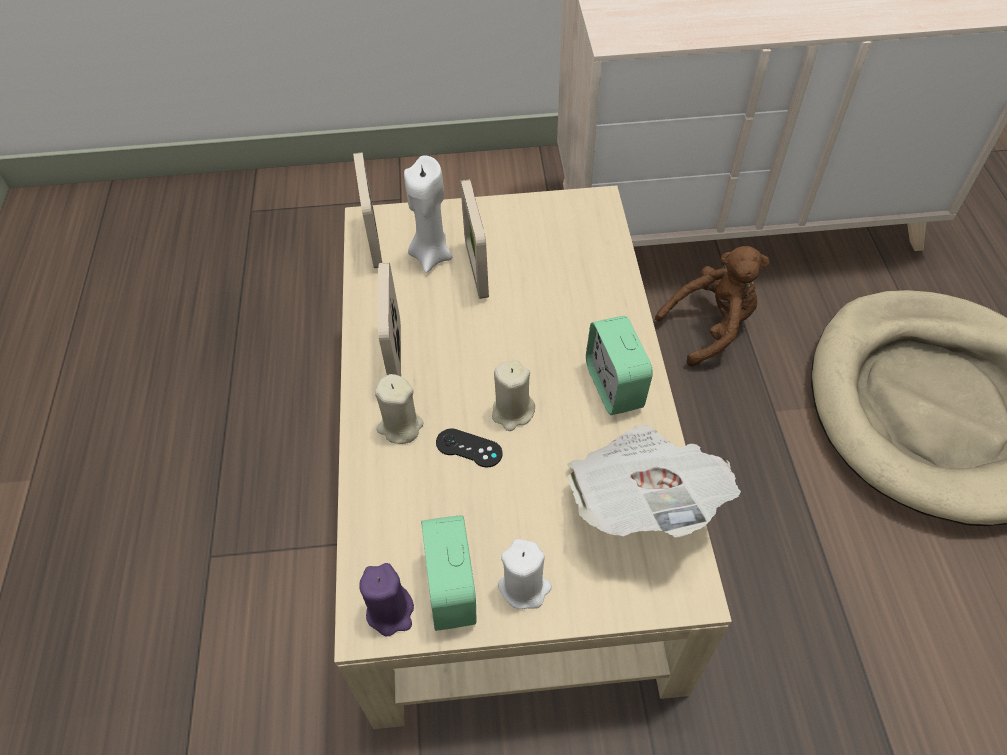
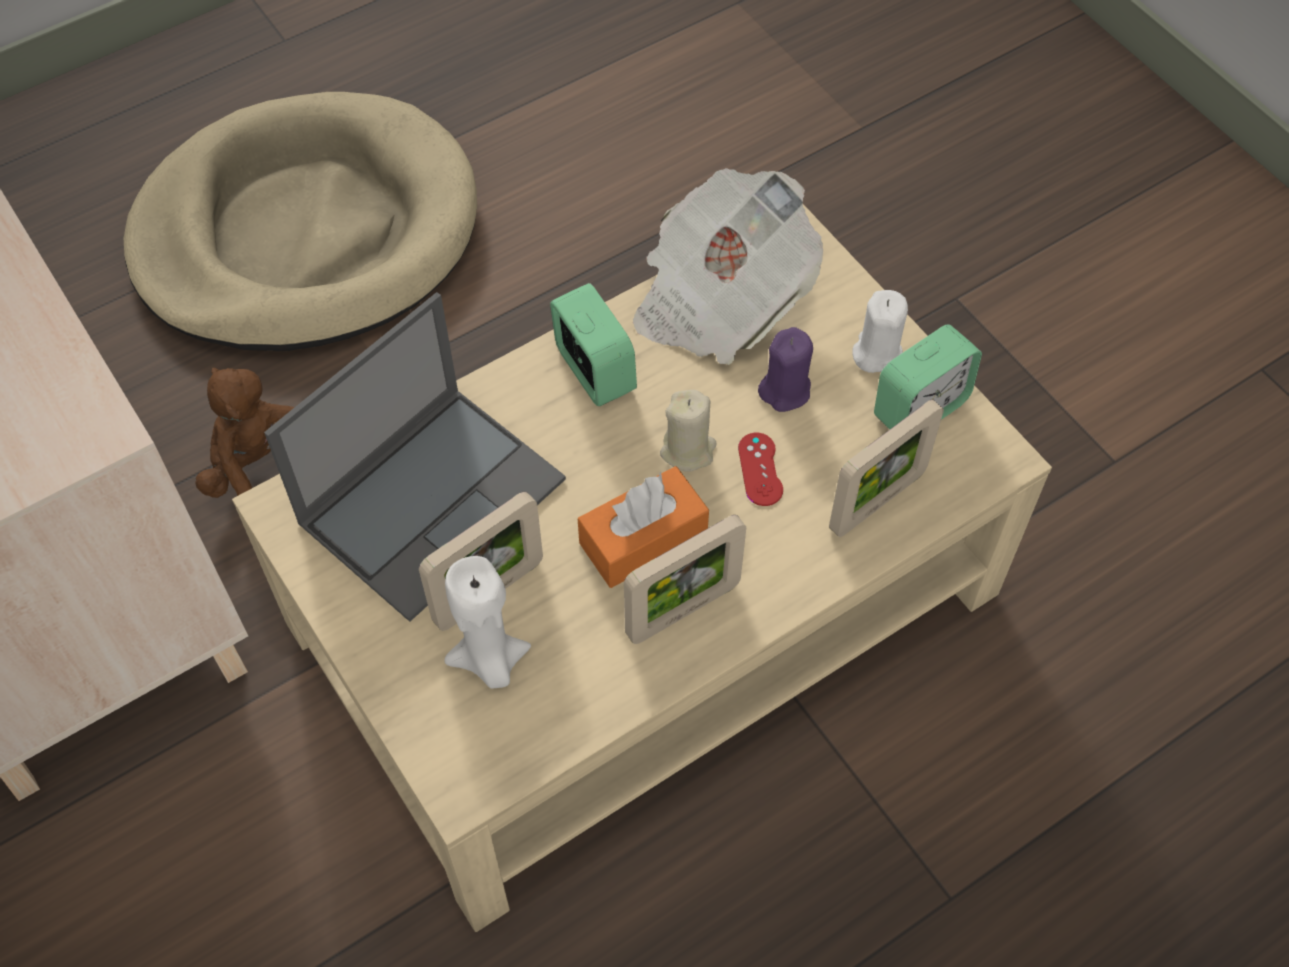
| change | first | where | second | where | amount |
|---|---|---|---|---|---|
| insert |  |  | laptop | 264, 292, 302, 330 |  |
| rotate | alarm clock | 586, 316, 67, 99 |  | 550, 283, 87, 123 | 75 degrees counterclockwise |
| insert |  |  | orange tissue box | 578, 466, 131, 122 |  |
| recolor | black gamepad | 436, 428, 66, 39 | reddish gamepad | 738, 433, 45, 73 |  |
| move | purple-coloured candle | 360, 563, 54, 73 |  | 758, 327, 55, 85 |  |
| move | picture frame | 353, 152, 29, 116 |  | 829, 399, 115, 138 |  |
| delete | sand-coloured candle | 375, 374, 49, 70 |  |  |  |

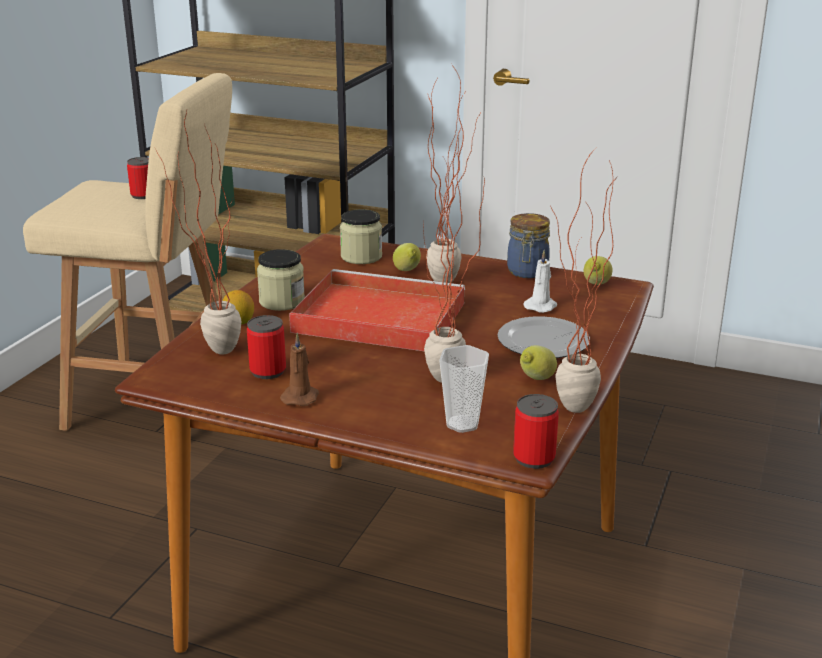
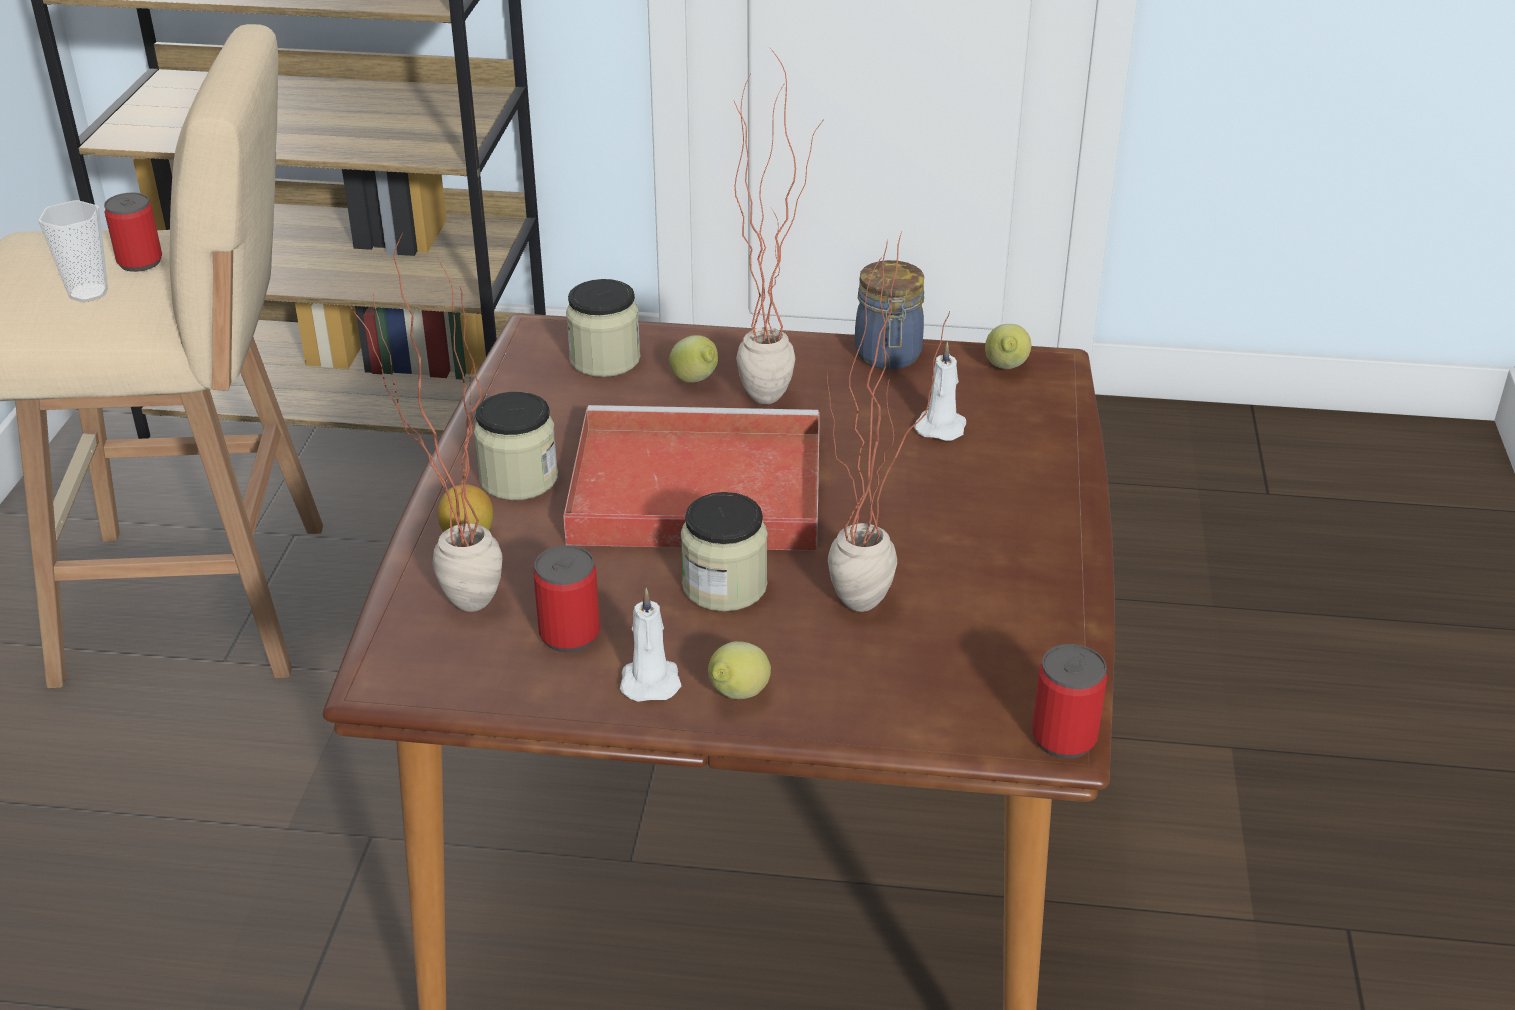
| change | first | where | second | where | amount |
|---|---|---|---|---|---|
| move | cup | 439, 345, 50, 88 |  | 38, 200, 70, 102 |  |
| recolor | brown-coloured candle | 280, 333, 39, 73 | whitish candle | 620, 588, 61, 114 |  |
| insert |  |  | jar | 681, 492, 87, 120 |  |
| move | citrus fruit | 520, 345, 37, 35 |  | 708, 641, 63, 58 |  |
| delete | dinner plate | 497, 316, 93, 42 |  |  |  |
| delete | potted plant | 551, 147, 68, 266 |  |  |  |

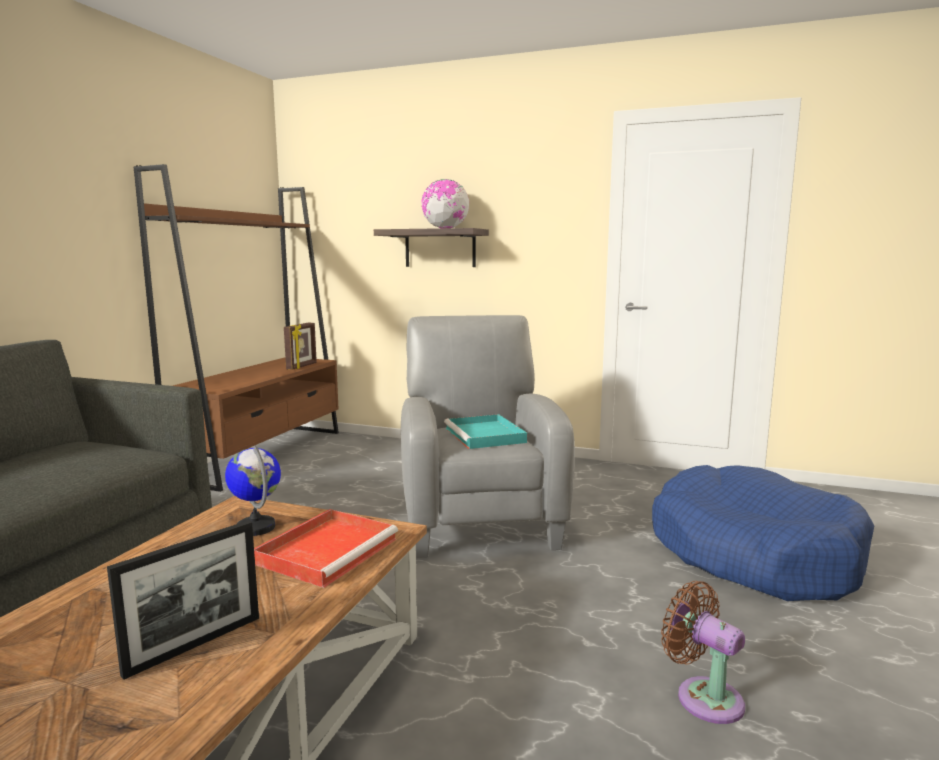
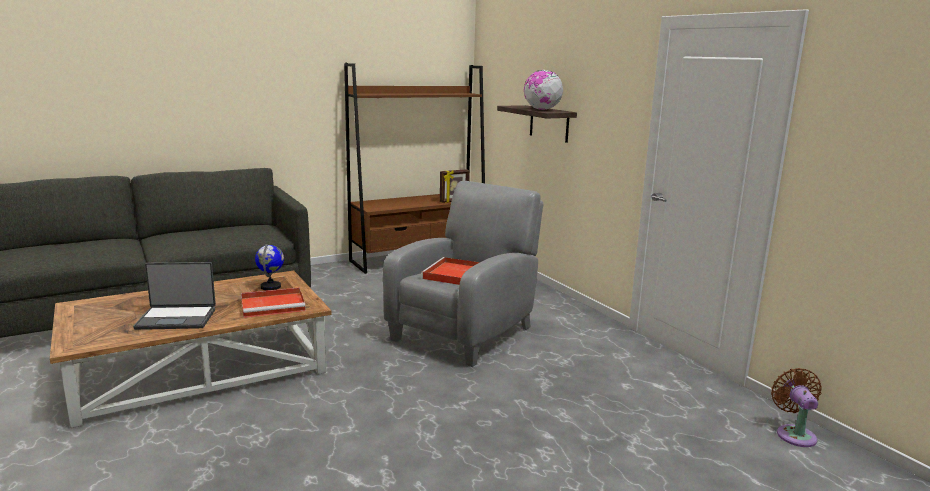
| change | first | where | second | where | amount |
|---|---|---|---|---|---|
| replace | picture frame | 107, 521, 152, 159 | laptop | 133, 262, 83, 68 |  |
| recolor | blue-green serving tray | 444, 414, 83, 35 | reddish serving tray | 421, 257, 59, 28 |  |
| move | brown-coloured cooling fan | 661, 581, 84, 143 |  | 771, 368, 51, 79 |  |
| delete | blue-coloured pet bed | 652, 465, 222, 136 |  |  |  |

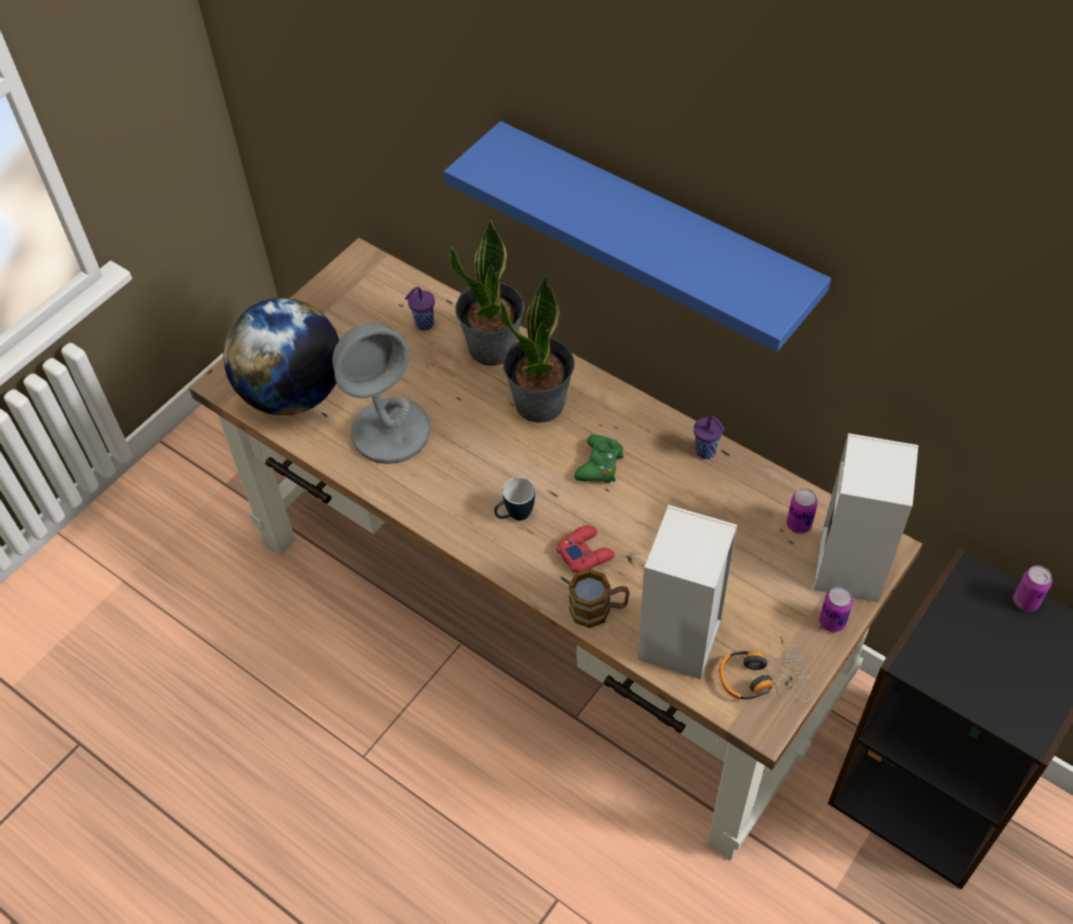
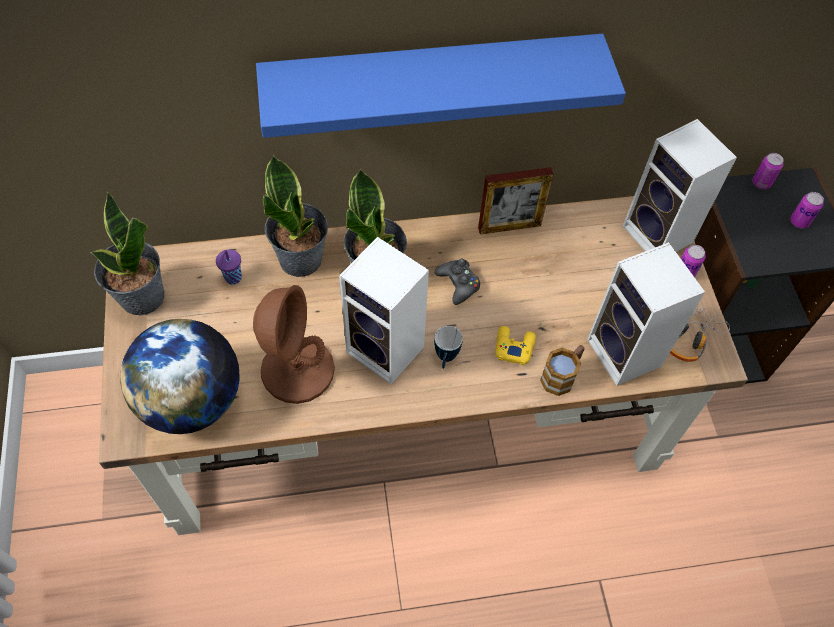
| change | first | where | second | where | amount |
|---|---|---|---|---|---|
| insert |  |  | potted plant | 91, 192, 74, 123 |  |
| recolor | greyish tabletop lamp | 332, 324, 99, 140 | brown-coloured tabletop lamp | 253, 285, 82, 119 |  |
| insert |  |  | audio speaker | 339, 237, 90, 148 |  |
| recolor | green-coloured gamepad | 574, 435, 50, 48 | black gamepad | 434, 258, 46, 47 |  |
| replace | purple-coloured cup | 694, 416, 31, 43 | picture frame | 478, 167, 76, 67 |  |
| recolor | reddish gamepad | 556, 525, 59, 48 | yellow gamepad | 495, 326, 41, 39 |  |
| move | sealed can | 787, 489, 31, 45 |  | 790, 192, 34, 37 |  |

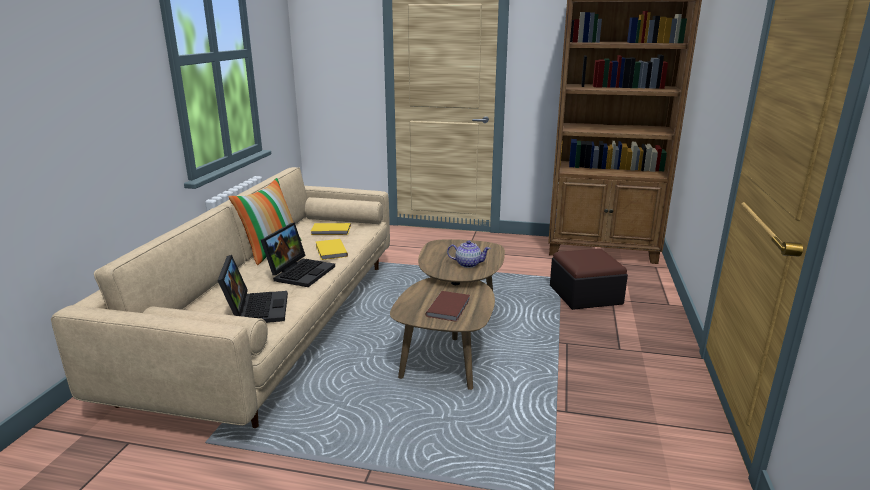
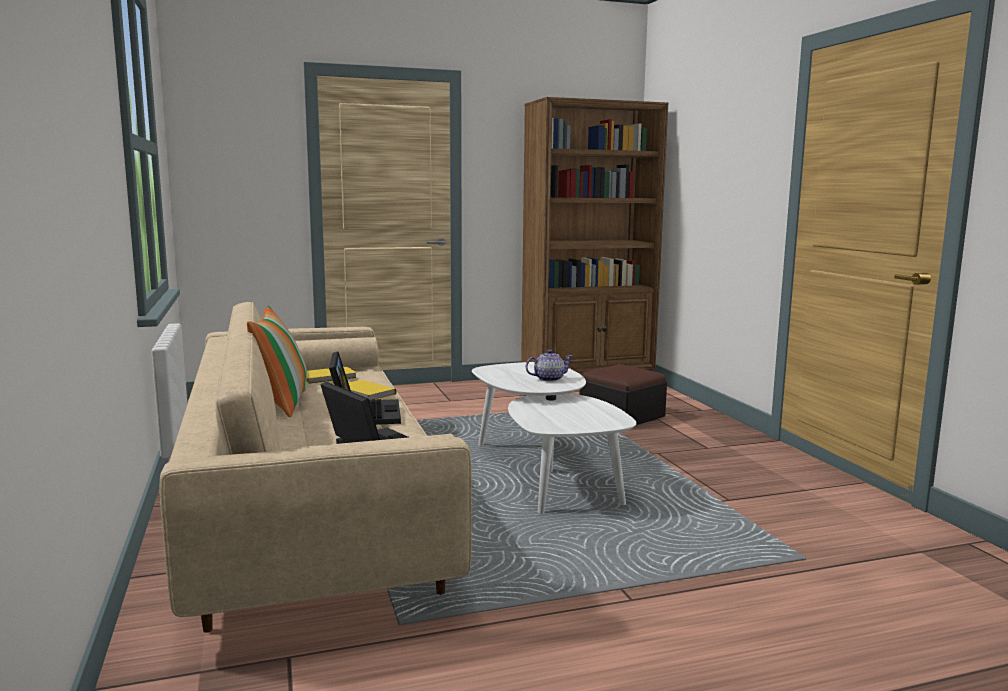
| change | first | where | second | where | amount |
|---|---|---|---|---|---|
| recolor | brown-coloured lounge table | 390, 239, 115, 151 | whitish lounge table | 472, 362, 165, 152 |  |
| delete | brown-coloured bound book | 426, 291, 44, 31 |  |  |  |

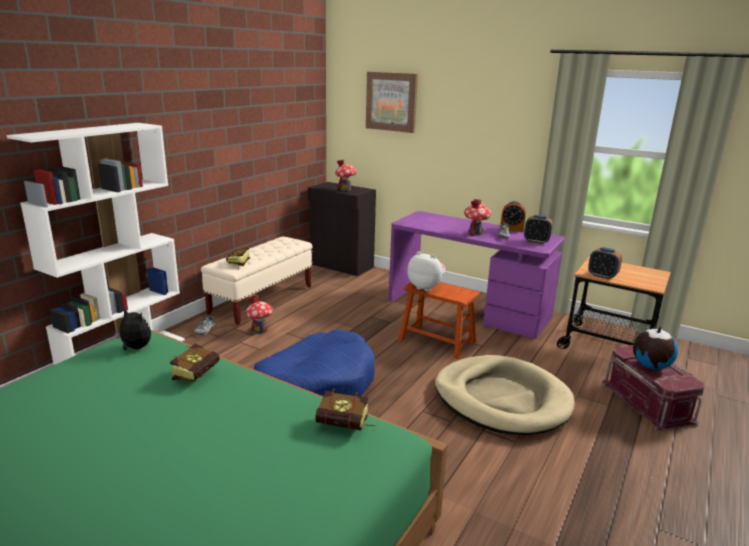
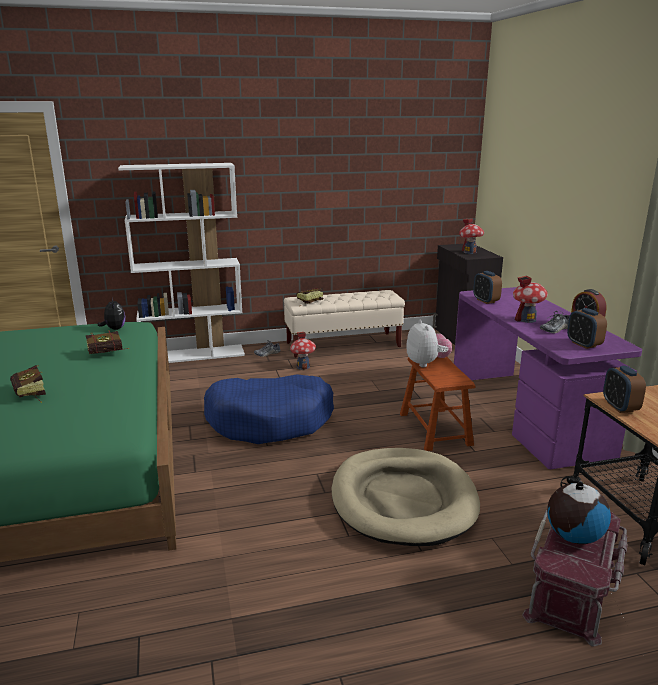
| change | first | where | second | where | amount |
|---|---|---|---|---|---|
| move | bound book | 315, 389, 63, 42 |  | 10, 365, 36, 38 |  |
| insert |  |  | alarm clock | 473, 271, 29, 33 |  |
| delete | wall art | 366, 72, 52, 61 |  |  |  |

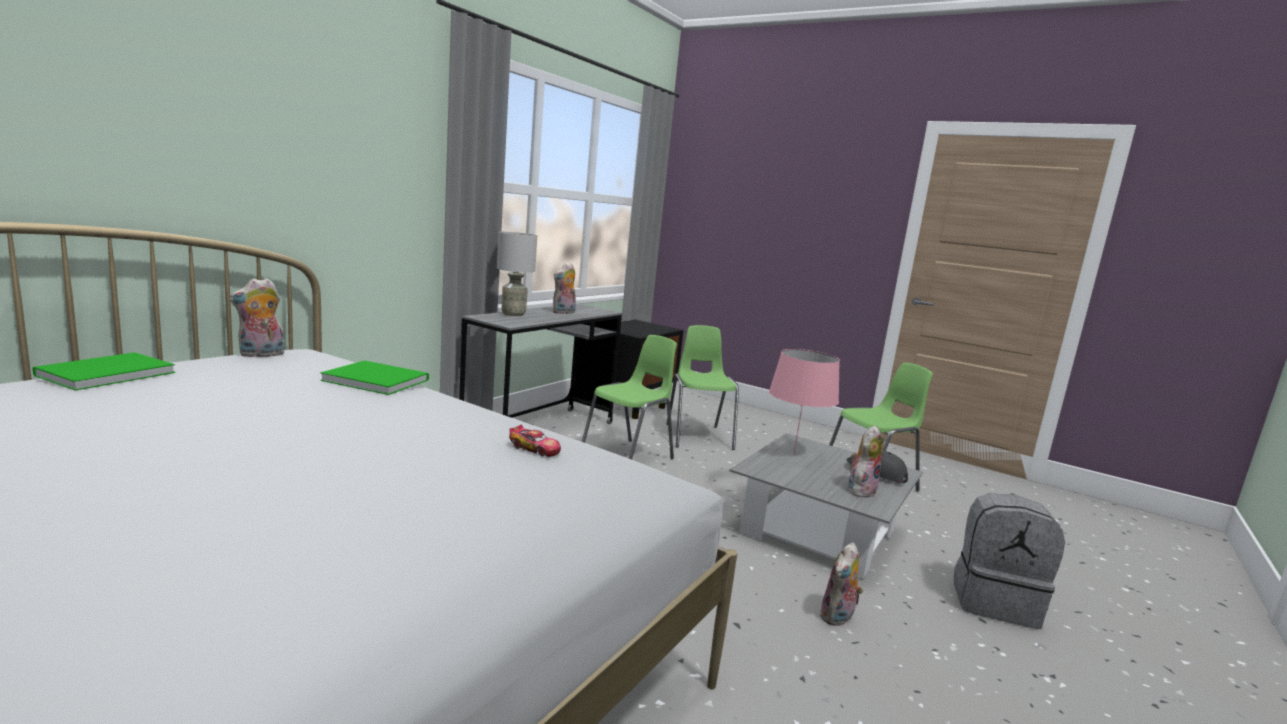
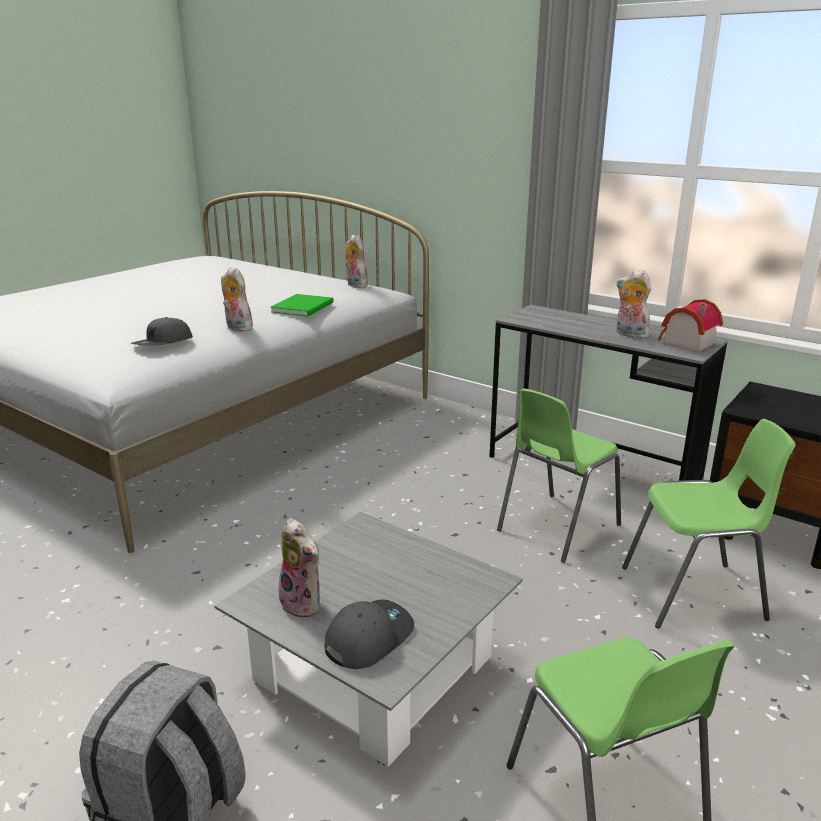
| change | first | where | second | where | amount |
|---|---|---|---|---|---|
| replace | miniature car | 509, 424, 52, 33 | greyish peaked cap | 131, 317, 62, 29 |  |
| move | plush toy | 819, 542, 44, 84 |  | 221, 267, 32, 65 |  |
| rotate | green-coloured upright chair | 582, 335, 95, 125 |  | 497, 389, 124, 174 | 90 degrees clockwise |
| insert |  |  | miniature house | 658, 299, 65, 54 |  |
| delete | green-coloured bound book | 33, 352, 142, 39 |  |  |  |
| delete | greyish tabletop lamp | 497, 231, 40, 85 |  |  |  |
| delete | pinkish tabletop lamp | 769, 349, 71, 106 |  |  |  |

